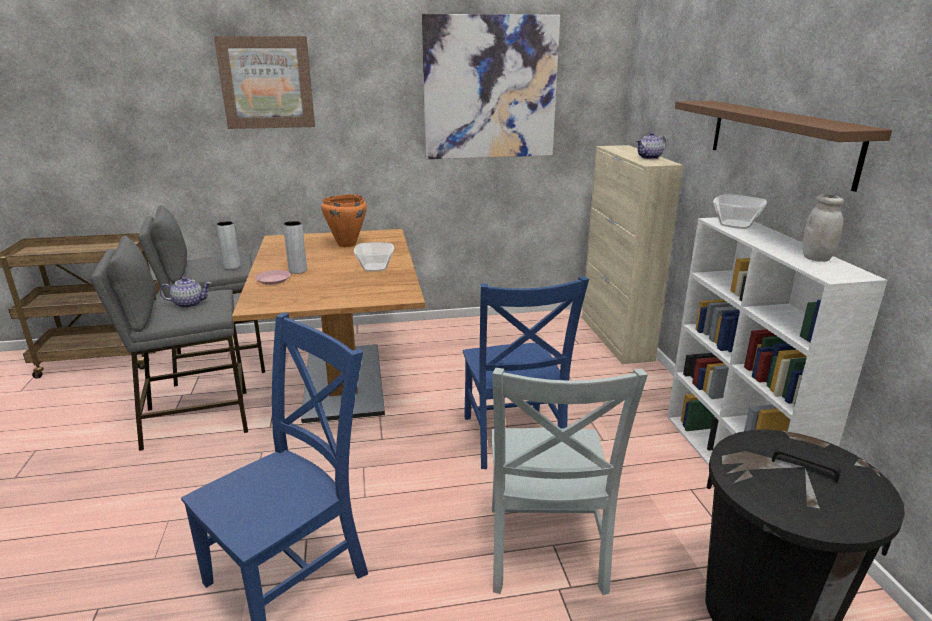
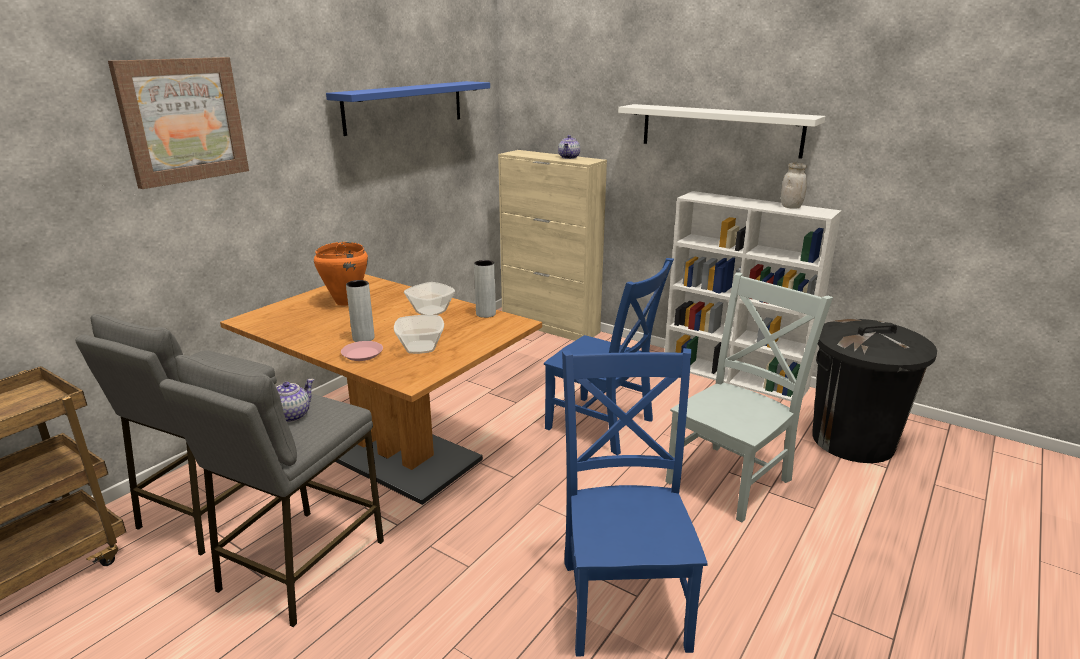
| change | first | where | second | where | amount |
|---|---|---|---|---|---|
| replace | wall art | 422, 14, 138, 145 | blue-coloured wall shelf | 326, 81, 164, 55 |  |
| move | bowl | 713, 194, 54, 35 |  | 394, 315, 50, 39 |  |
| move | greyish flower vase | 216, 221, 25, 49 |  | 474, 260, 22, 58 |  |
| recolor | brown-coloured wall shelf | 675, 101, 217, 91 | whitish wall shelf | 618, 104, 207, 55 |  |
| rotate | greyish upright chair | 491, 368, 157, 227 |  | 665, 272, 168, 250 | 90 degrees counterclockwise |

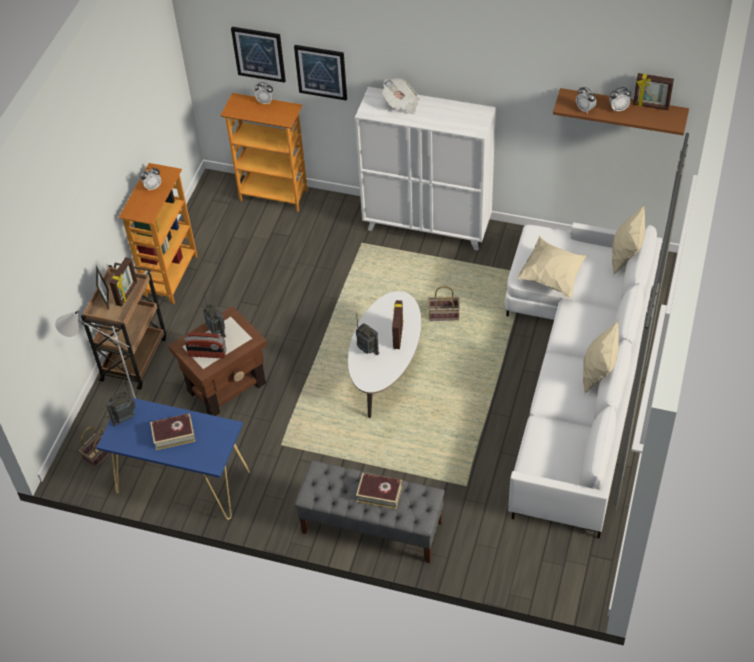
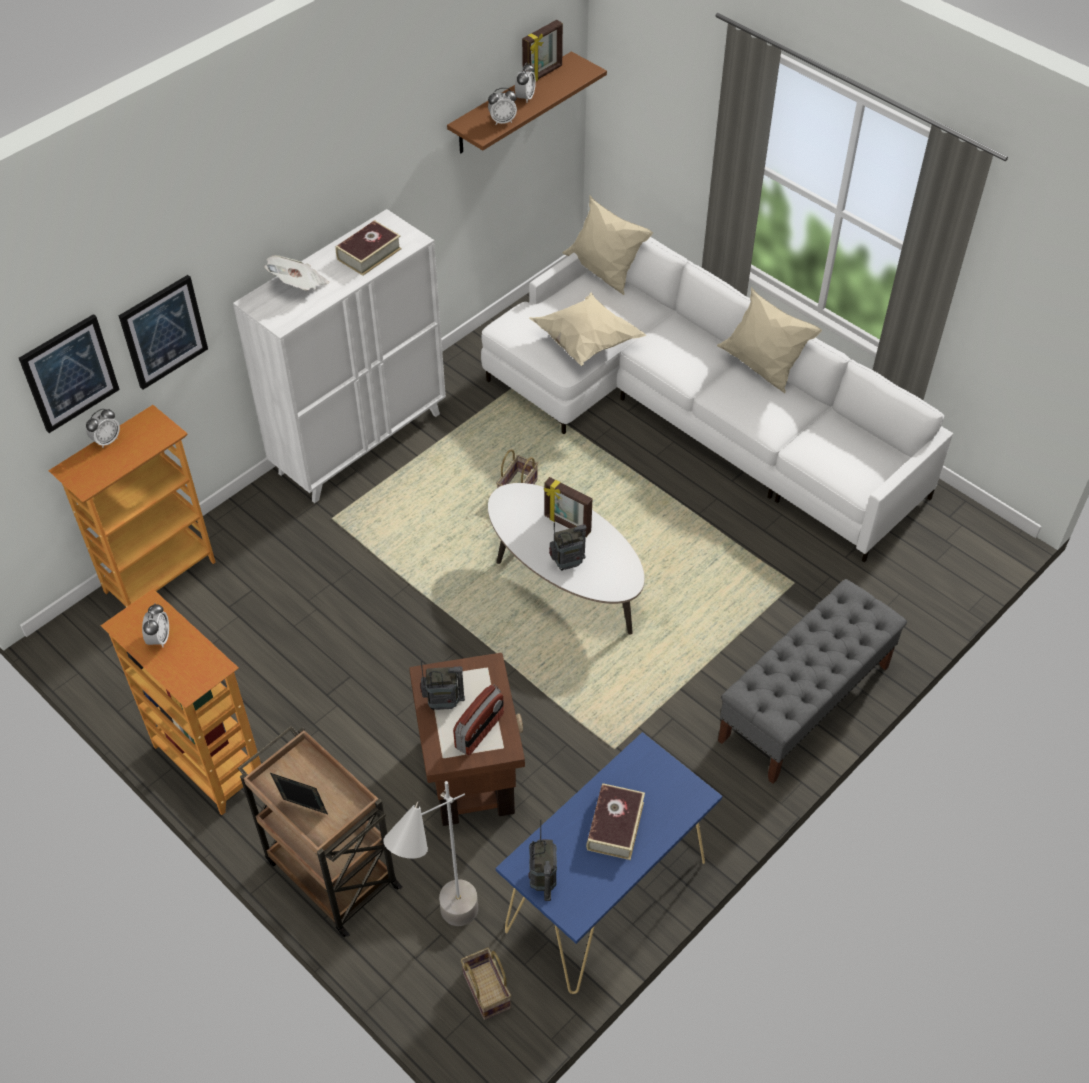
| change | first | where | second | where | amount |
|---|---|---|---|---|---|
| move | bound book | 356, 473, 46, 36 |  | 336, 220, 66, 56 |  |
| delete | picture frame | 109, 257, 28, 50 |  |  |  |

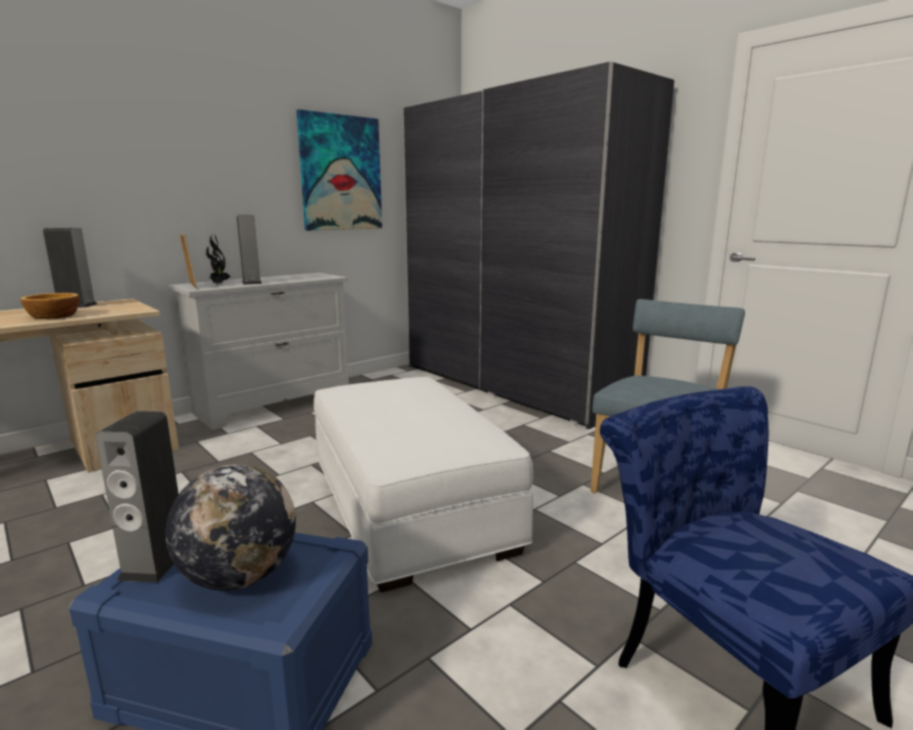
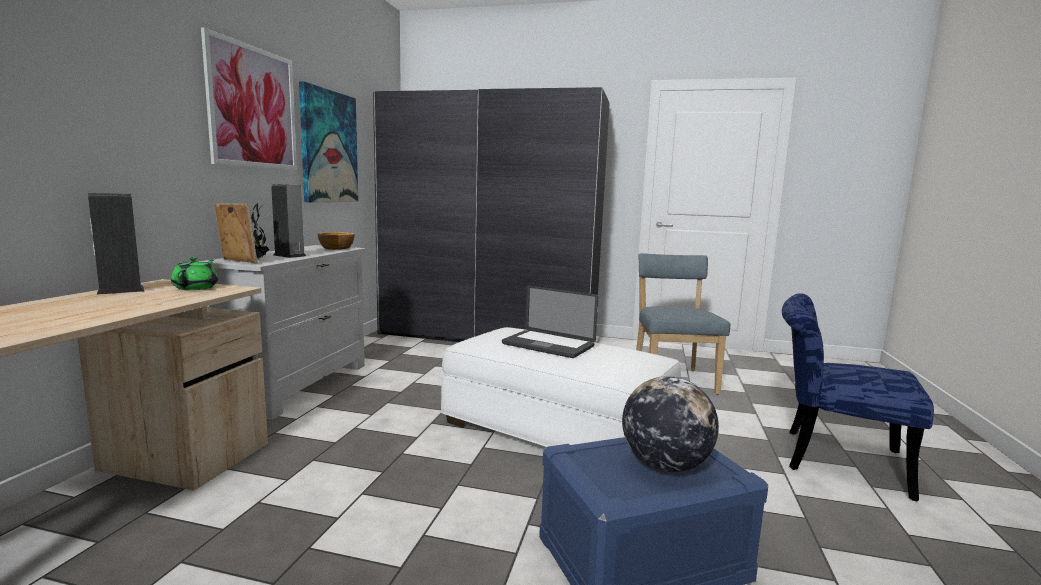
| change | first | where | second | where | amount |
|---|---|---|---|---|---|
| insert |  |  | green-coloured teapot | 171, 257, 47, 33 |  |
| insert |  |  | wall art | 201, 27, 96, 143 |  |
| move | bowl | 20, 293, 59, 26 |  | 318, 232, 37, 17 |  |
| insert |  |  | laptop | 502, 285, 96, 73 |  |
| delete | audio speaker | 96, 411, 83, 172 |  |  |  |

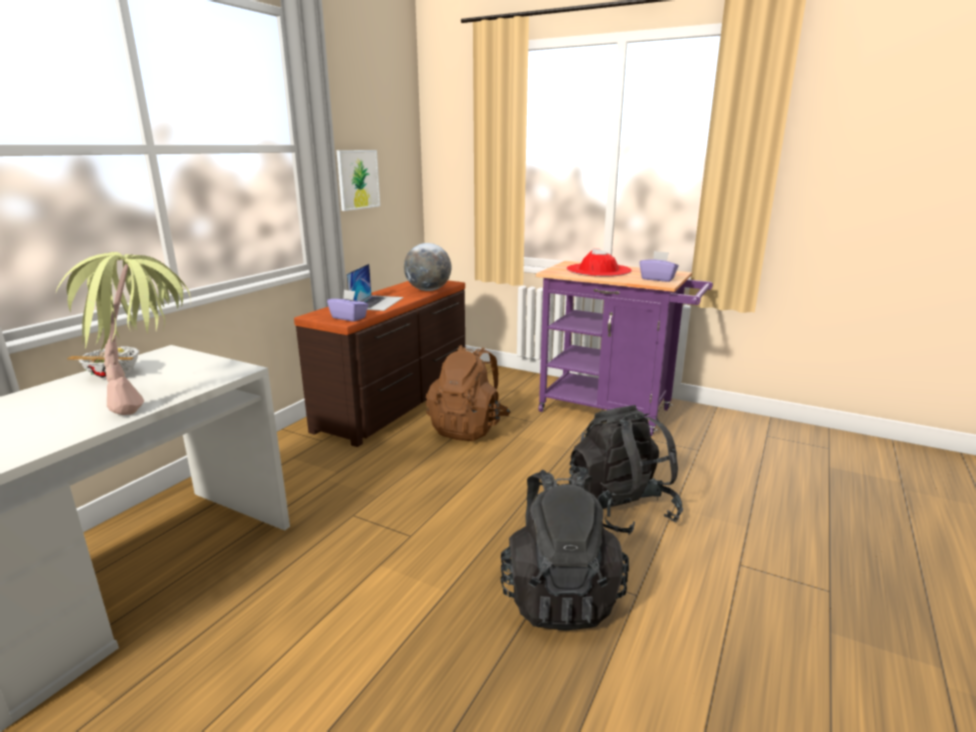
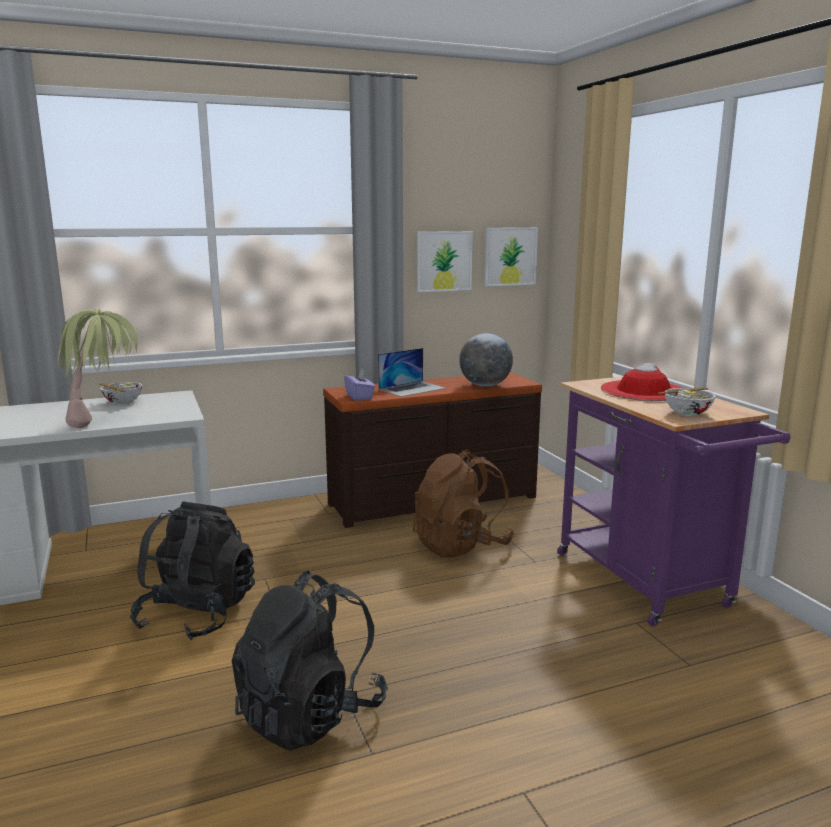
| change | first | where | second | where | amount |
|---|---|---|---|---|---|
| move | black rucksack | 569, 405, 114, 130 |  | 130, 502, 125, 138 |  |
| insert |  |  | wall art | 484, 227, 54, 59 |  |
| replace | purple-coloured tissue box | 639, 251, 40, 31 | bowl | 658, 387, 58, 29 |  |

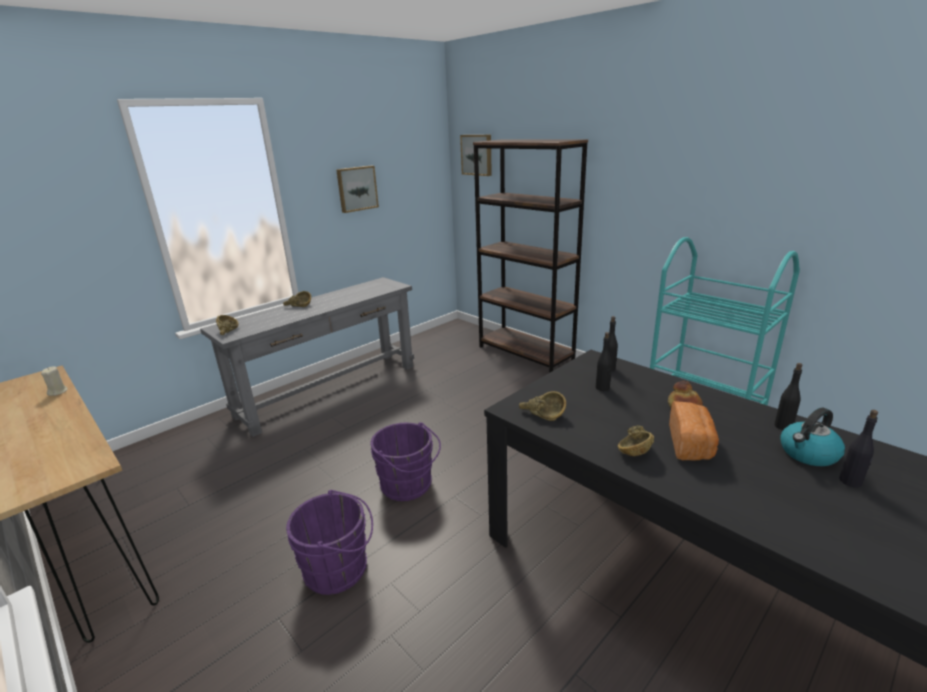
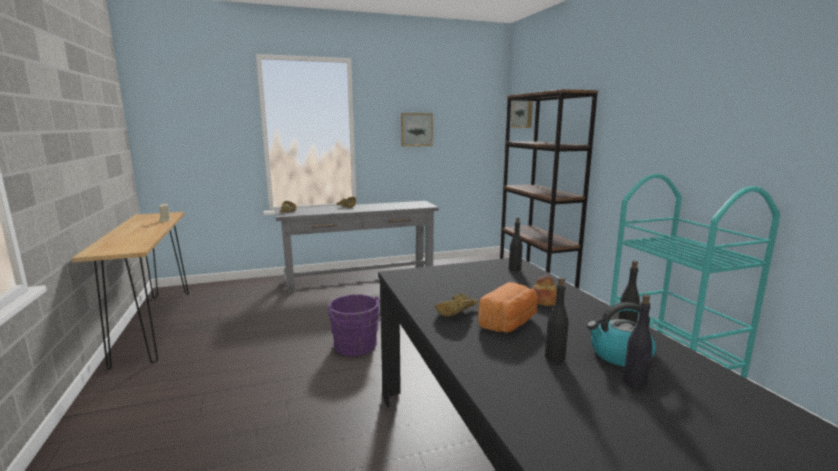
| change | first | where | second | where | amount |
|---|---|---|---|---|---|
| move | black bottle | 596, 332, 16, 59 |  | 545, 277, 24, 86 |  |
| delete | purple-coloured bucket | 286, 490, 87, 105 |  |  |  |
| delete | brown-coloured bowl | 519, 391, 47, 30 |  |  |  |

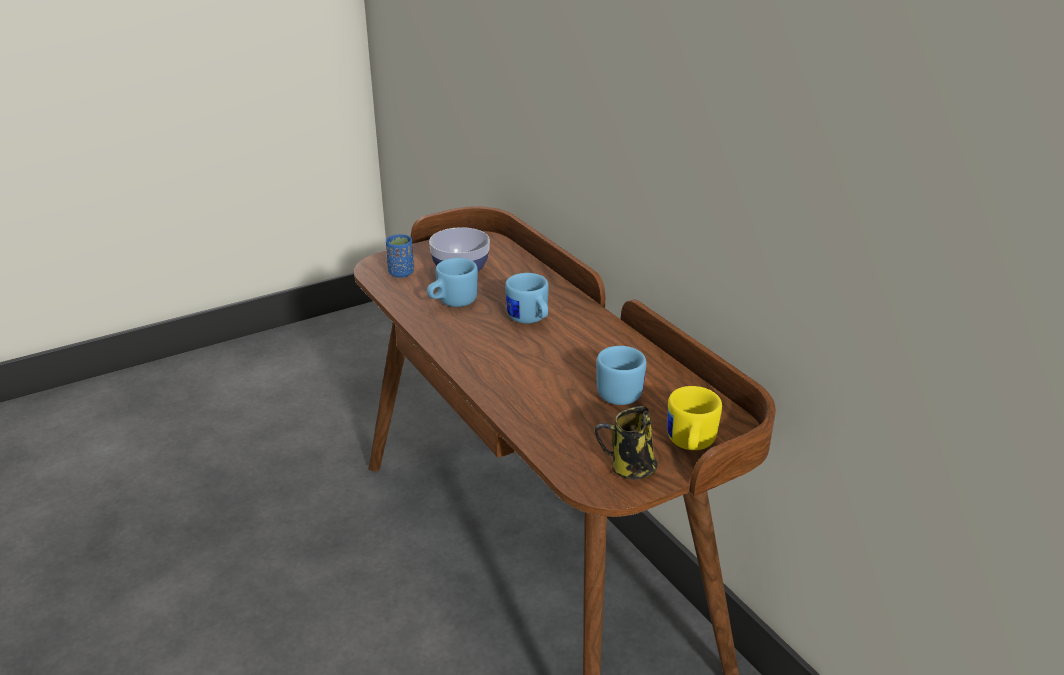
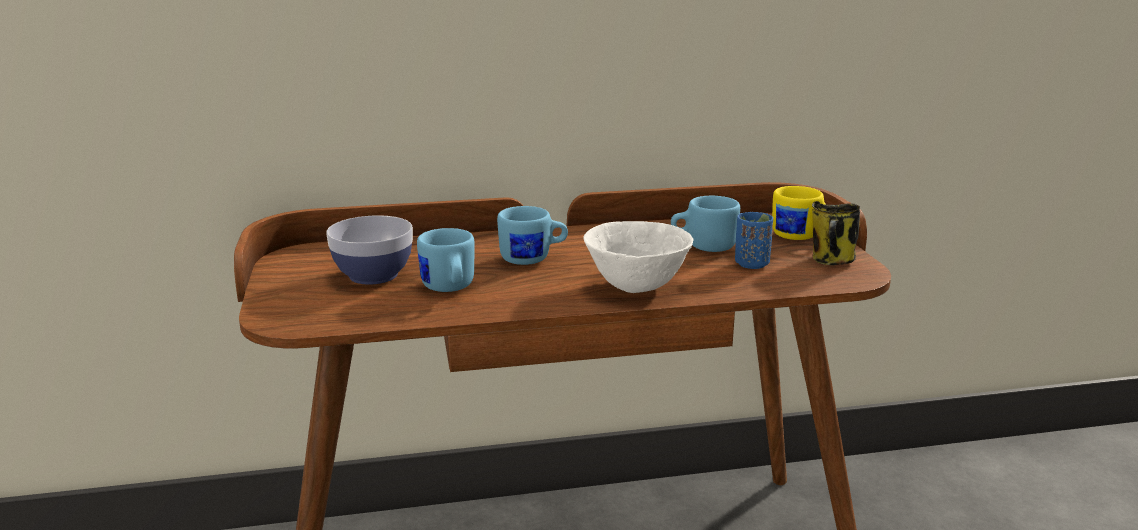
| change | first | where | second | where | amount |
|---|---|---|---|---|---|
| insert |  |  | whitish bowl | 584, 221, 109, 72 |  |
| move | blue-coloured cup | 386, 234, 28, 44 |  | 735, 212, 38, 57 |  |

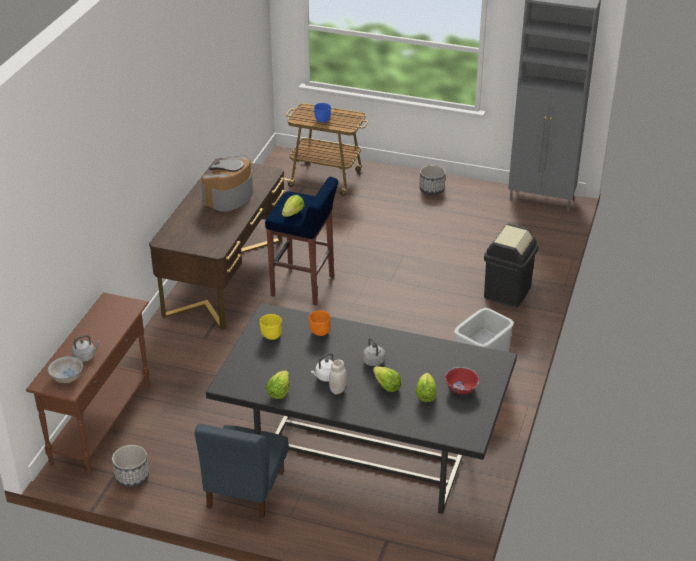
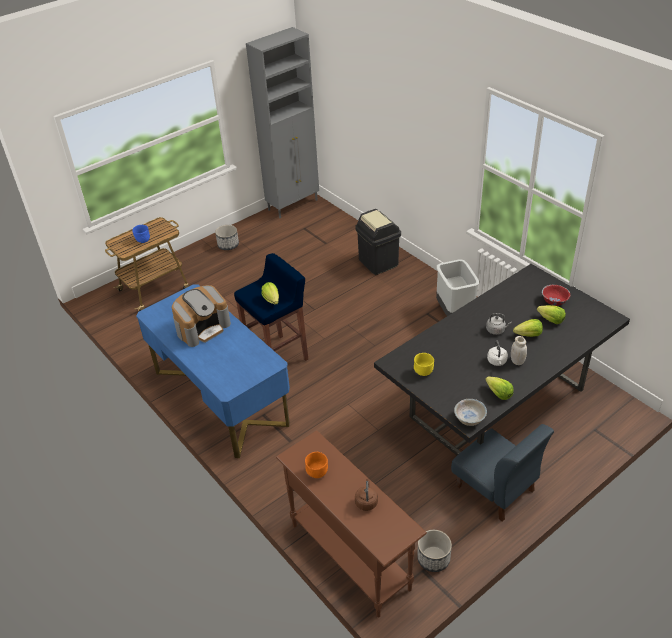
| change | first | where | second | where | amount |
|---|---|---|---|---|---|
| recolor | brown-coloured desk unit | 149, 158, 136, 172 | blue-coloured desk unit | 136, 284, 154, 174 |  |
| rotate | coffee brewer | 202, 155, 52, 56 |  | 172, 285, 59, 62 | 105 degrees counterclockwise |
| move | orange bowl | 309, 310, 21, 26 |  | 305, 452, 23, 26 |  |
| recolor | greyish kettle | 72, 335, 28, 27 | brown-coloured kettle | 355, 479, 23, 32 |  |
| move | whitish bowl | 48, 356, 35, 27 |  | 454, 399, 33, 27 |  |

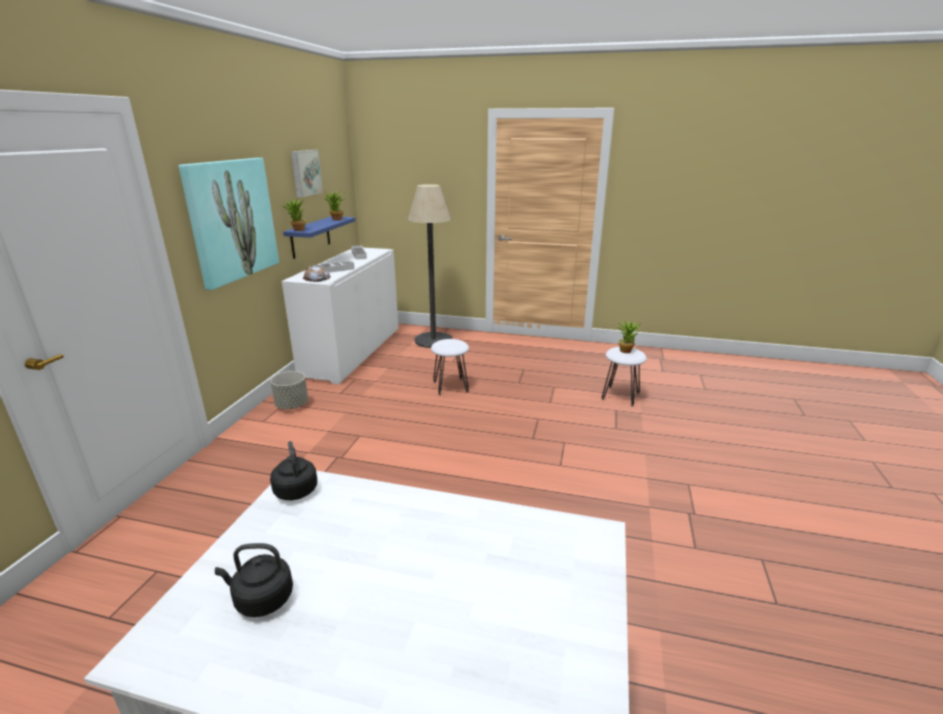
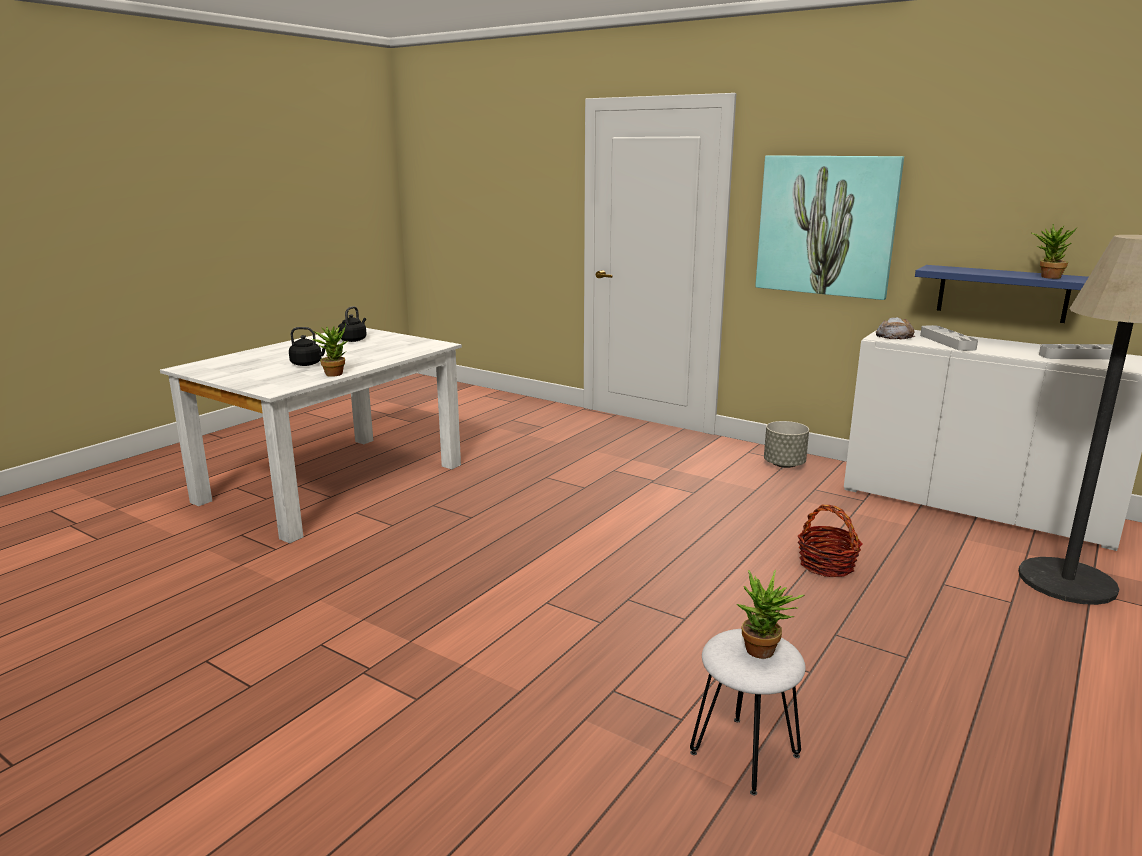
| change | first | where | second | where | amount |
|---|---|---|---|---|---|
| move | black kettle | 270, 441, 47, 59 |  | 289, 327, 37, 39 |  |
| move | potted plant | 280, 197, 26, 34 |  | 312, 324, 35, 53 |  |
| replace | whitish sitting stool | 431, 339, 38, 56 | household basket | 798, 505, 65, 72 |  |
| delete | wall art | 291, 150, 32, 47 |  |  |  |

